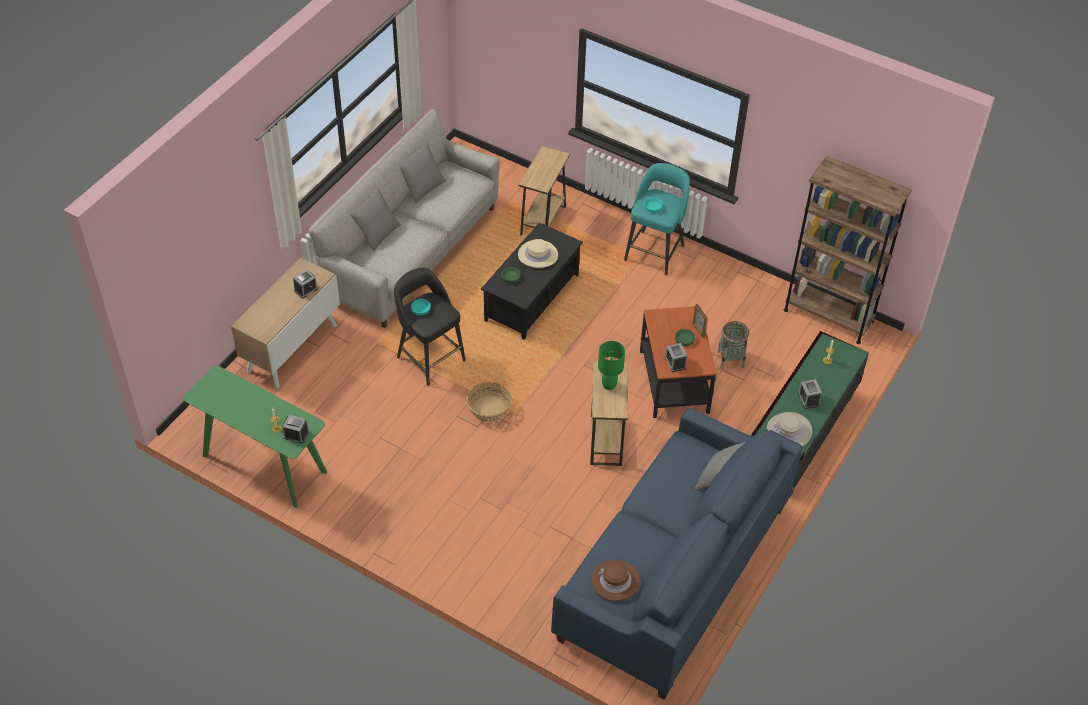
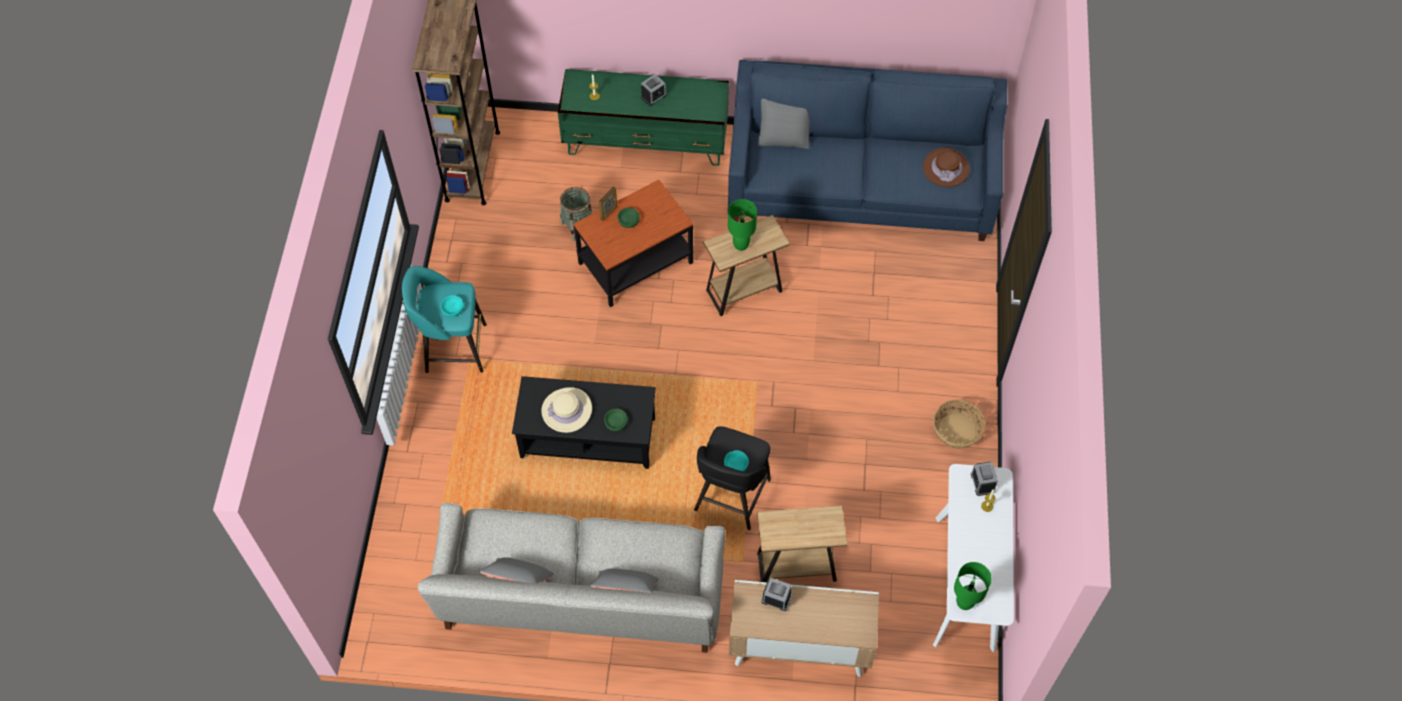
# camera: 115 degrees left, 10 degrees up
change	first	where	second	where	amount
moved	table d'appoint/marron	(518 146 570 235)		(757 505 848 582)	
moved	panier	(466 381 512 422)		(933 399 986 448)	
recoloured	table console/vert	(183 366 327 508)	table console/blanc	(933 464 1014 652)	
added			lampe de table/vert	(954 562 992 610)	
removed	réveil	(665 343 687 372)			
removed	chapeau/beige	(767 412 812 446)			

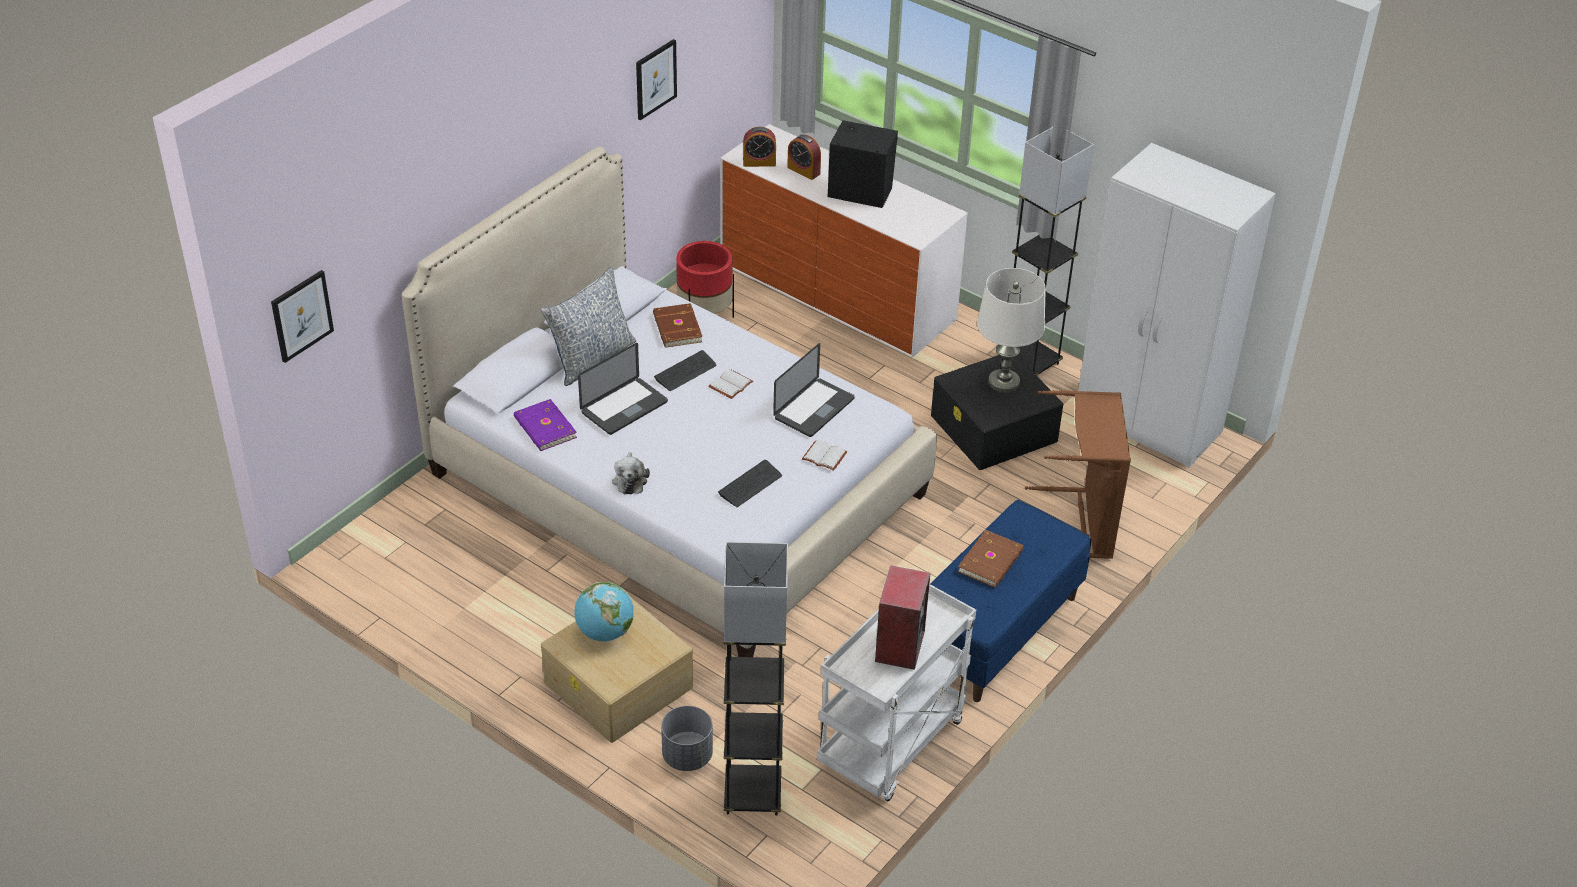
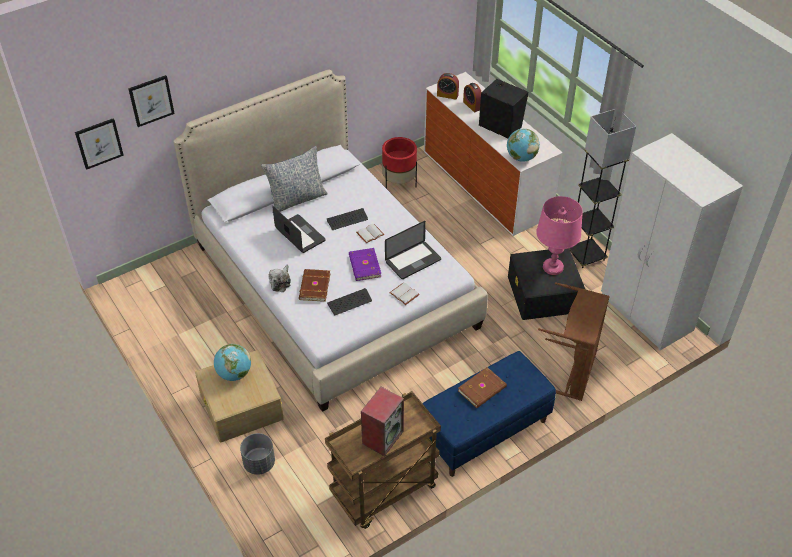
# camera: 20 degrees right, 5 degrees up
change	first	where	second	where	amount
moved	tableau	(636 39 677 120)		(128 75 175 127)	
turned	ordinateur portable	(578 343 668 435)		(272 206 326 253)	105 degrees counterclockwise
moved	livre/marron	(653 303 703 348)		(299 269 330 302)	
recoloured	chariot/blanc	(817 584 976 801)	chariot/marron	(325 391 441 529)	
moved	livre/violet	(514 399 577 451)		(349 248 381 281)	
added			globe	(507 129 540 162)	
recoloured	lampe de table/blanc	(977 268 1046 393)	lampe de table/rose	(536 196 583 275)	
removed	lampadaire/gris	(723 542 788 816)			

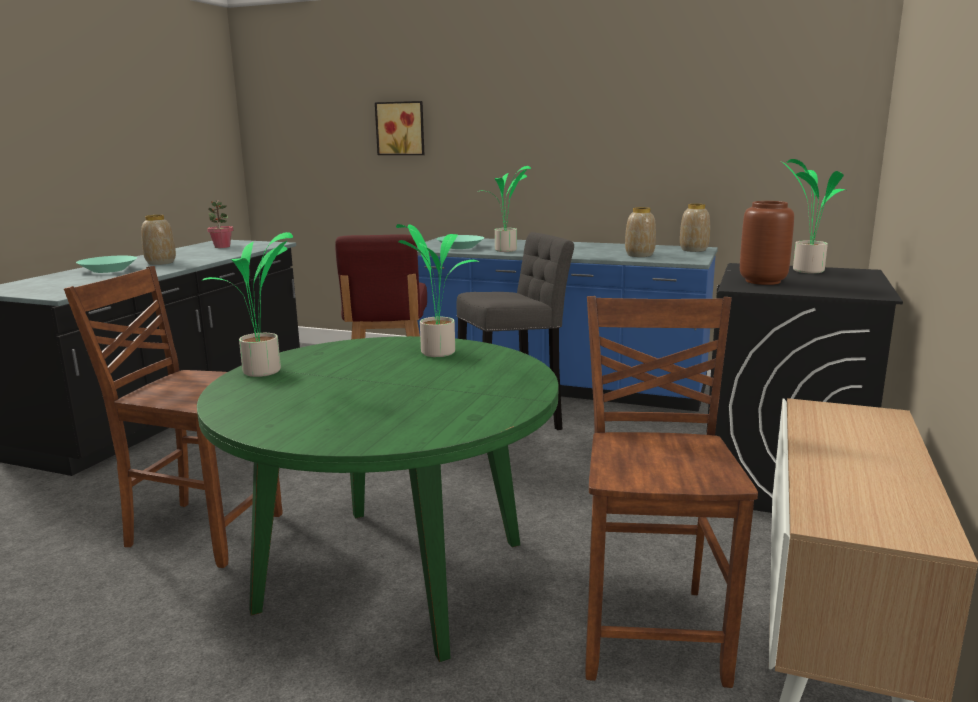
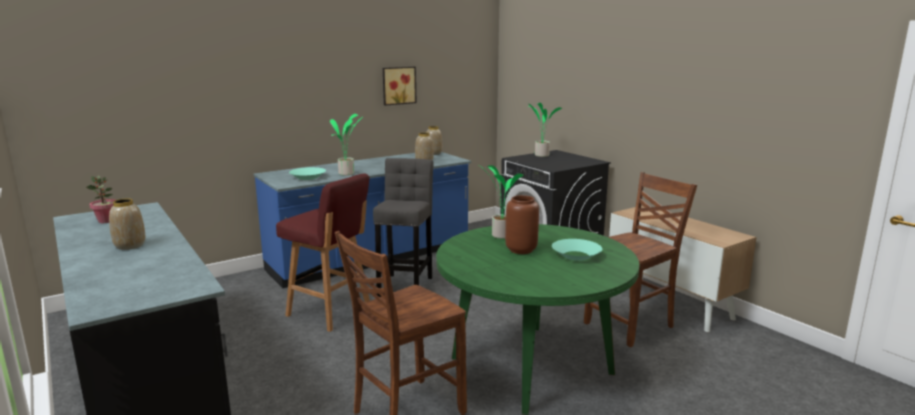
# camera: 55 degrees left, 0 degrees up
change	first	where	second	where	amount
moved	tableau	(375 101 424 155)		(383 67 417 106)	
moved	vase/marron	(740 201 794 285)		(505 195 539 254)	
moved	bol/turquoise	(76 256 137 273)		(552 239 602 261)	
turned	chaise/marron	(585 296 758 688)		(584 172 697 347)	105 degrees clockwise
removed	plante en pot	(203 232 293 377)			

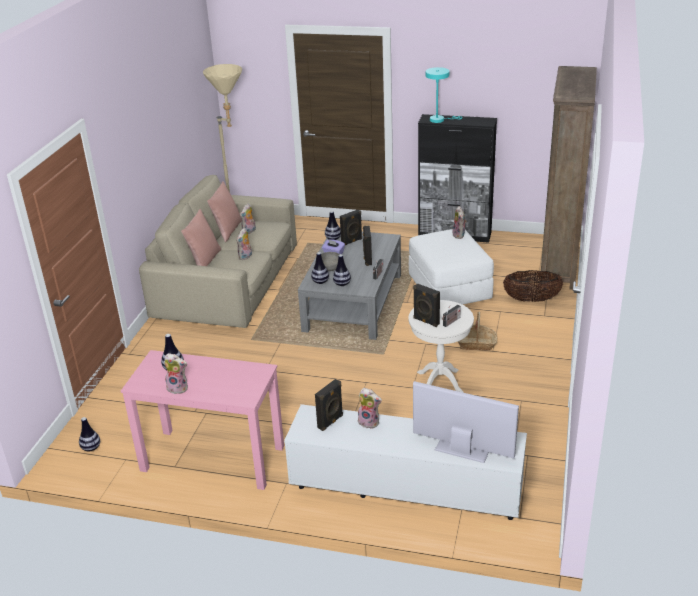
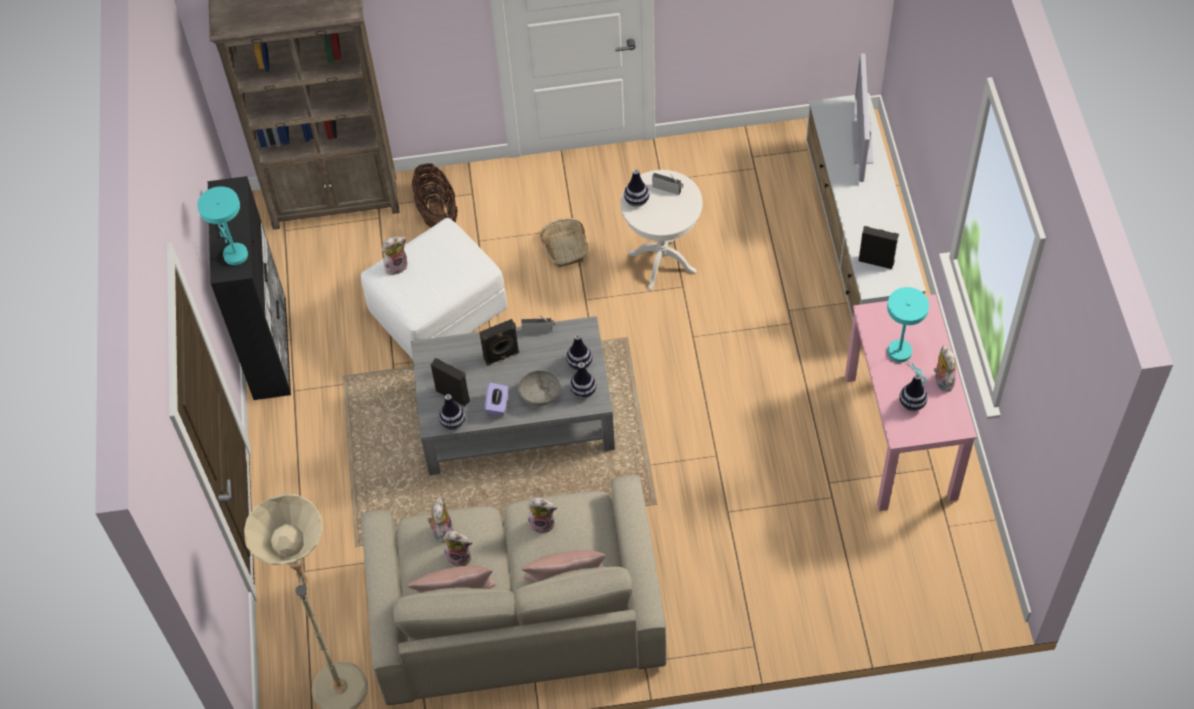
# camera: 110 degrees left, 25 degrees up
change	first	where	second	where	amount
moved	peluche	(358 388 382 429)		(427 496 453 543)	
moved	vase	(79 417 100 451)		(624 169 649 207)	
added			lampe de table/turquoise	(887 287 929 384)	
removed	enceinte/noir	(413 283 440 327)			

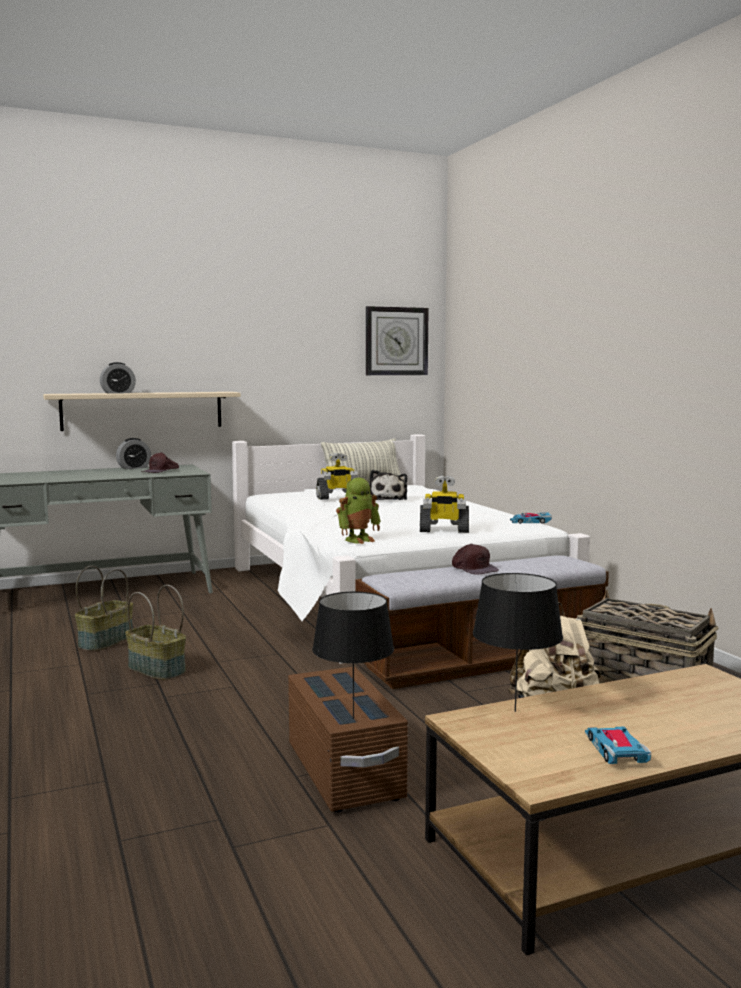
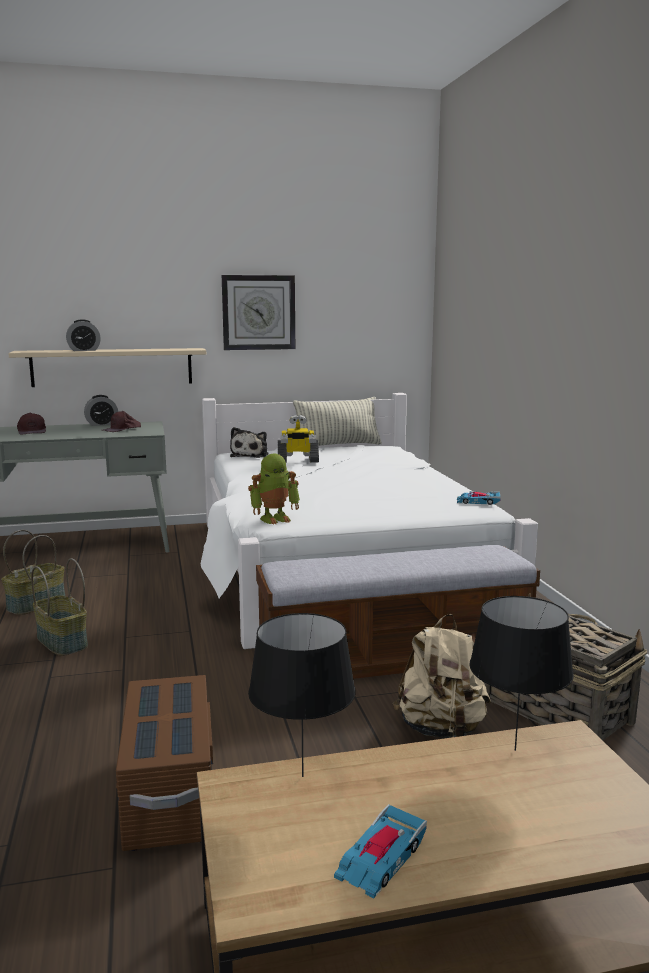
# camera: 10 degrees right, 5 degrees up
change	first	where	second	where	amount
moved	casquette/marron	(452 544 499 575)		(17 413 46 435)	
moved	horloge murale	(366 306 429 375)		(222 275 295 350)	
moved	peluche	(369 470 407 500)		(230 427 268 458)	
turned	petite voiture	(585 727 651 764)		(334 804 427 898)	150 degrees counterclockwise
moved	lampe de table/noir	(312 592 394 719)		(469 596 574 751)	
removed	robot jouet	(420 475 469 533)			

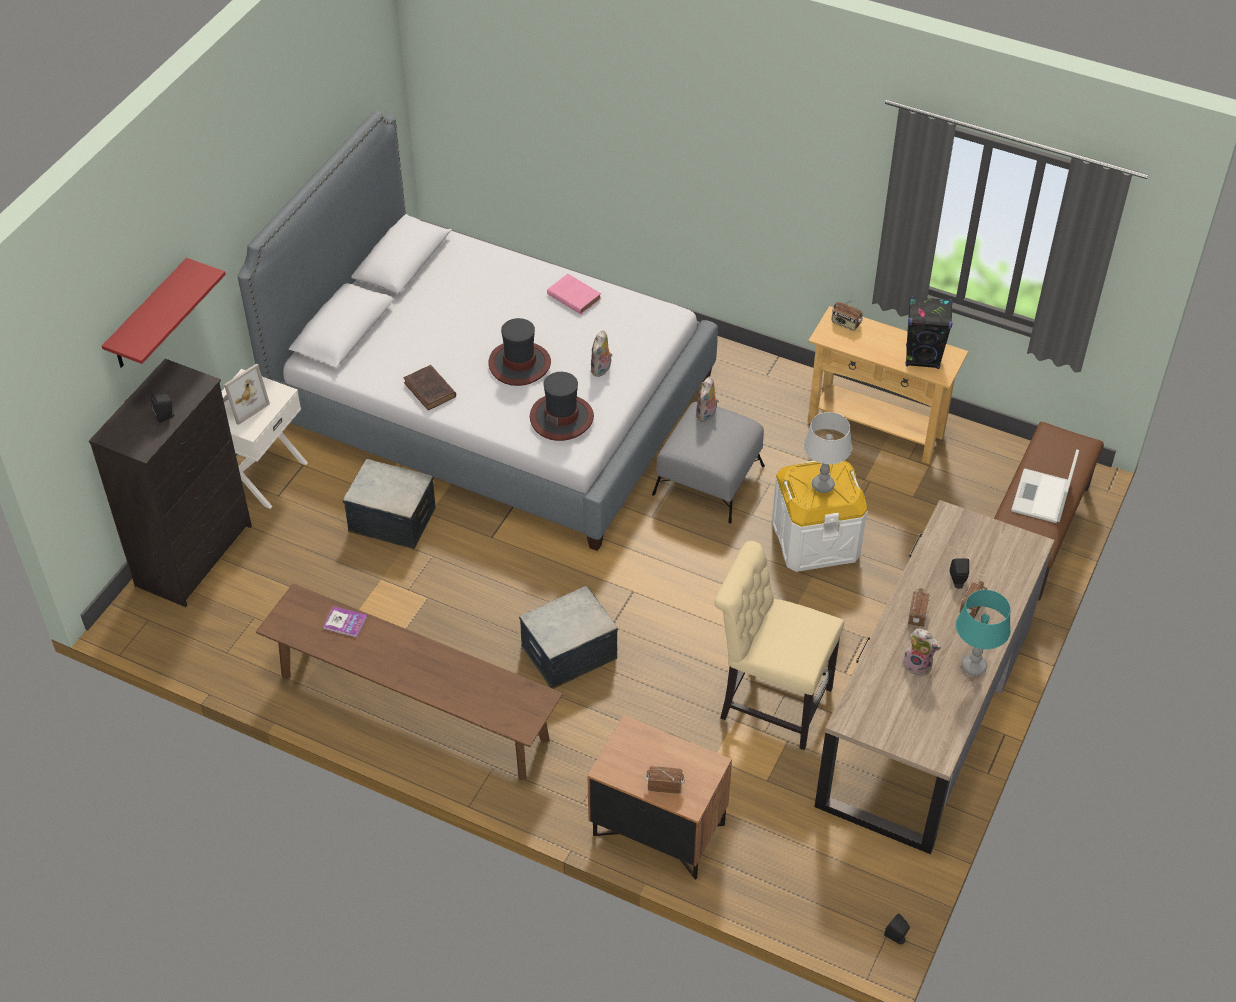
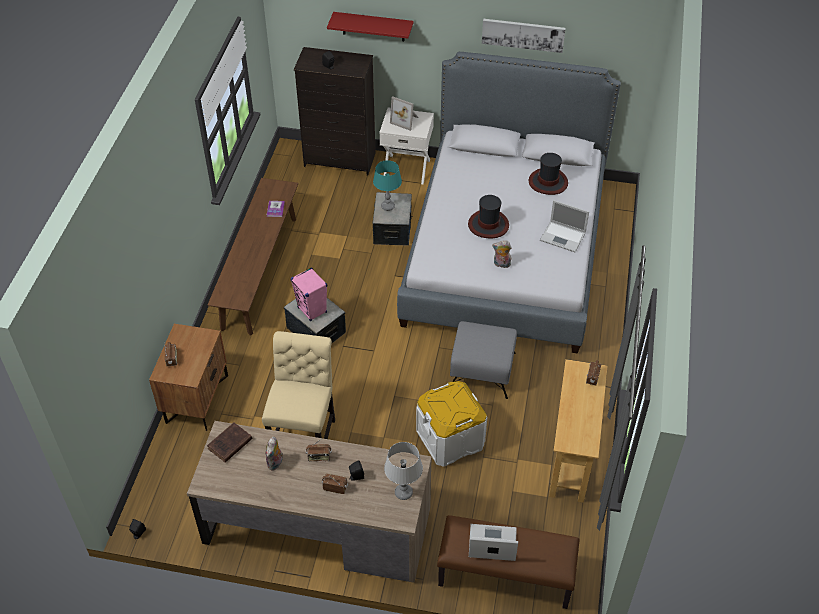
# camera: 75 degrees right, 0 degrees up
change	first	where	second	where	amount
moved	livre/marron	(404 365 456 410)		(207 423 252 463)	
added			enceinte/rose	(291 267 327 321)	
moved	lampe de table/turquoise	(956 590 1011 676)		(373 160 402 211)	
moved	lampe de table/gris	(804 412 852 493)		(384 442 423 500)	
added			tableau	(482 19 566 53)	
moved	chapeau	(530 372 594 441)		(528 153 568 195)	
replaced	livre/rose	(547 274 601 314)	ordinateur portable	(540 200 589 252)	
removed	peluche	(696 376 719 422)			
removed	enceinte/noir	(906 296 953 369)			

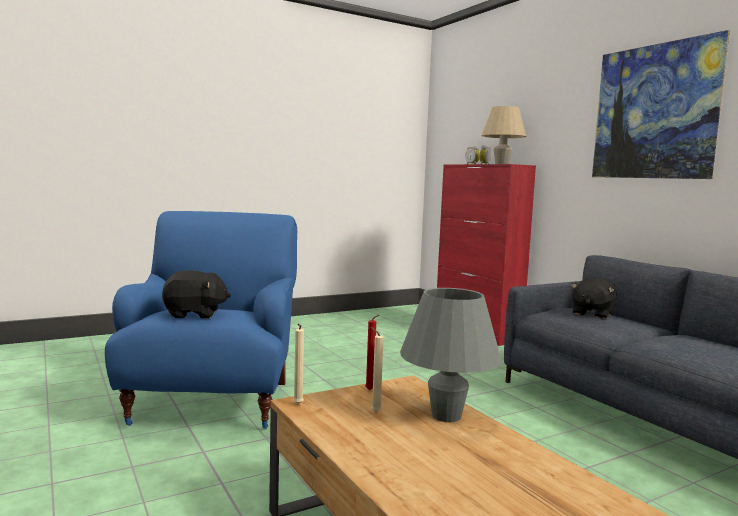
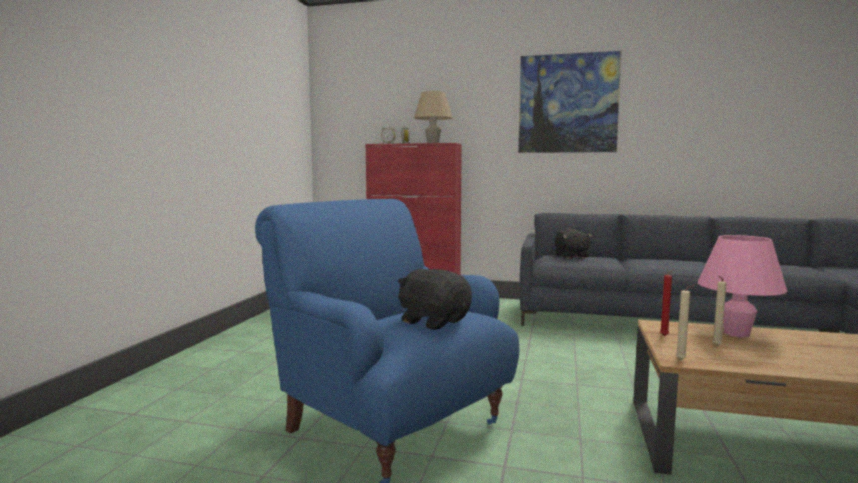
# camera: 45 degrees left, 0 degrees up
change	first	where	second	where	amount
turned	peluche/noir	(162 270 231 318)		(398 269 472 330)	90 degrees counterclockwise
recoloured	lampe de table/gris	(400 288 501 422)	lampe de table/rose	(698 235 787 337)	

